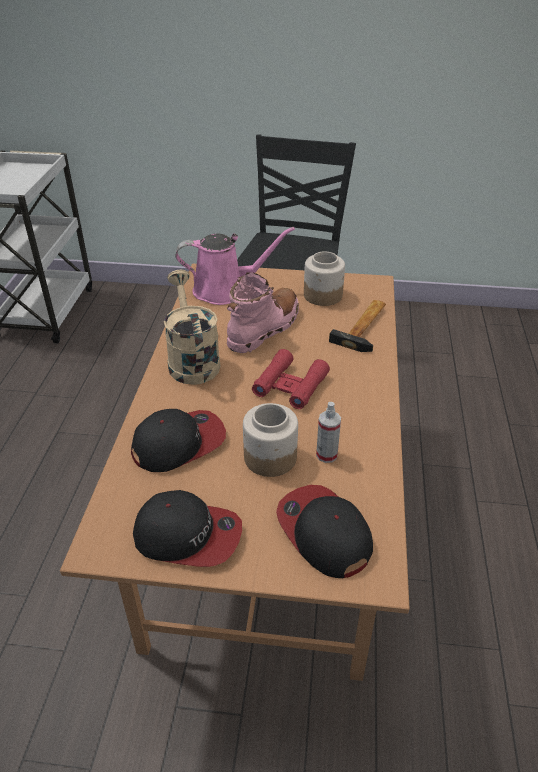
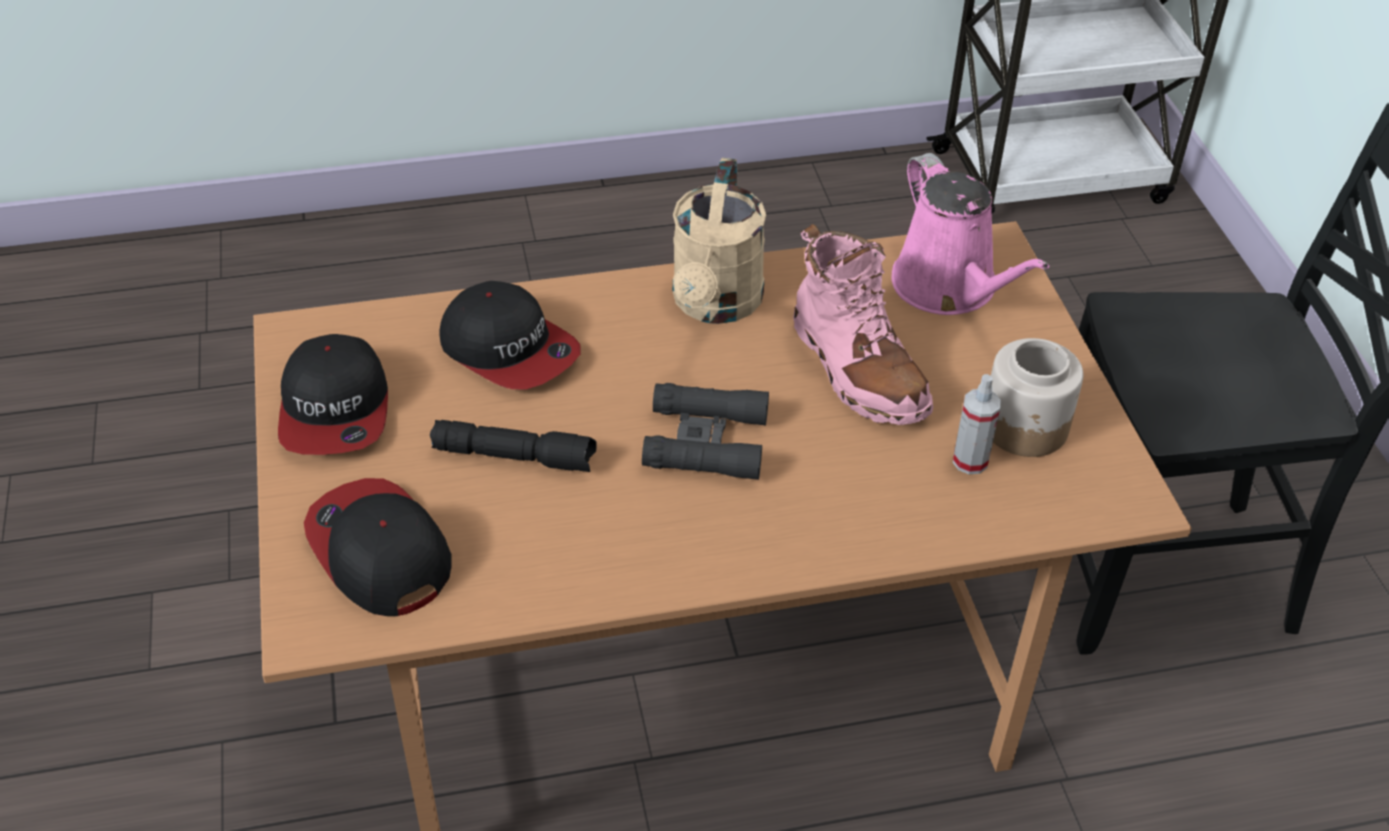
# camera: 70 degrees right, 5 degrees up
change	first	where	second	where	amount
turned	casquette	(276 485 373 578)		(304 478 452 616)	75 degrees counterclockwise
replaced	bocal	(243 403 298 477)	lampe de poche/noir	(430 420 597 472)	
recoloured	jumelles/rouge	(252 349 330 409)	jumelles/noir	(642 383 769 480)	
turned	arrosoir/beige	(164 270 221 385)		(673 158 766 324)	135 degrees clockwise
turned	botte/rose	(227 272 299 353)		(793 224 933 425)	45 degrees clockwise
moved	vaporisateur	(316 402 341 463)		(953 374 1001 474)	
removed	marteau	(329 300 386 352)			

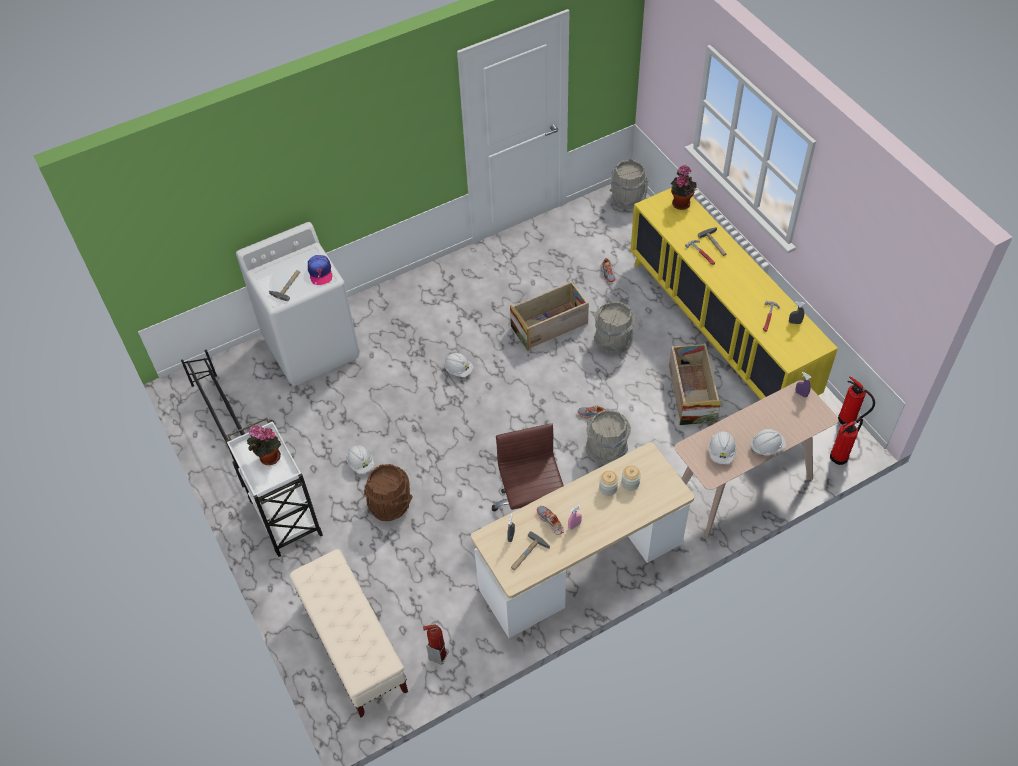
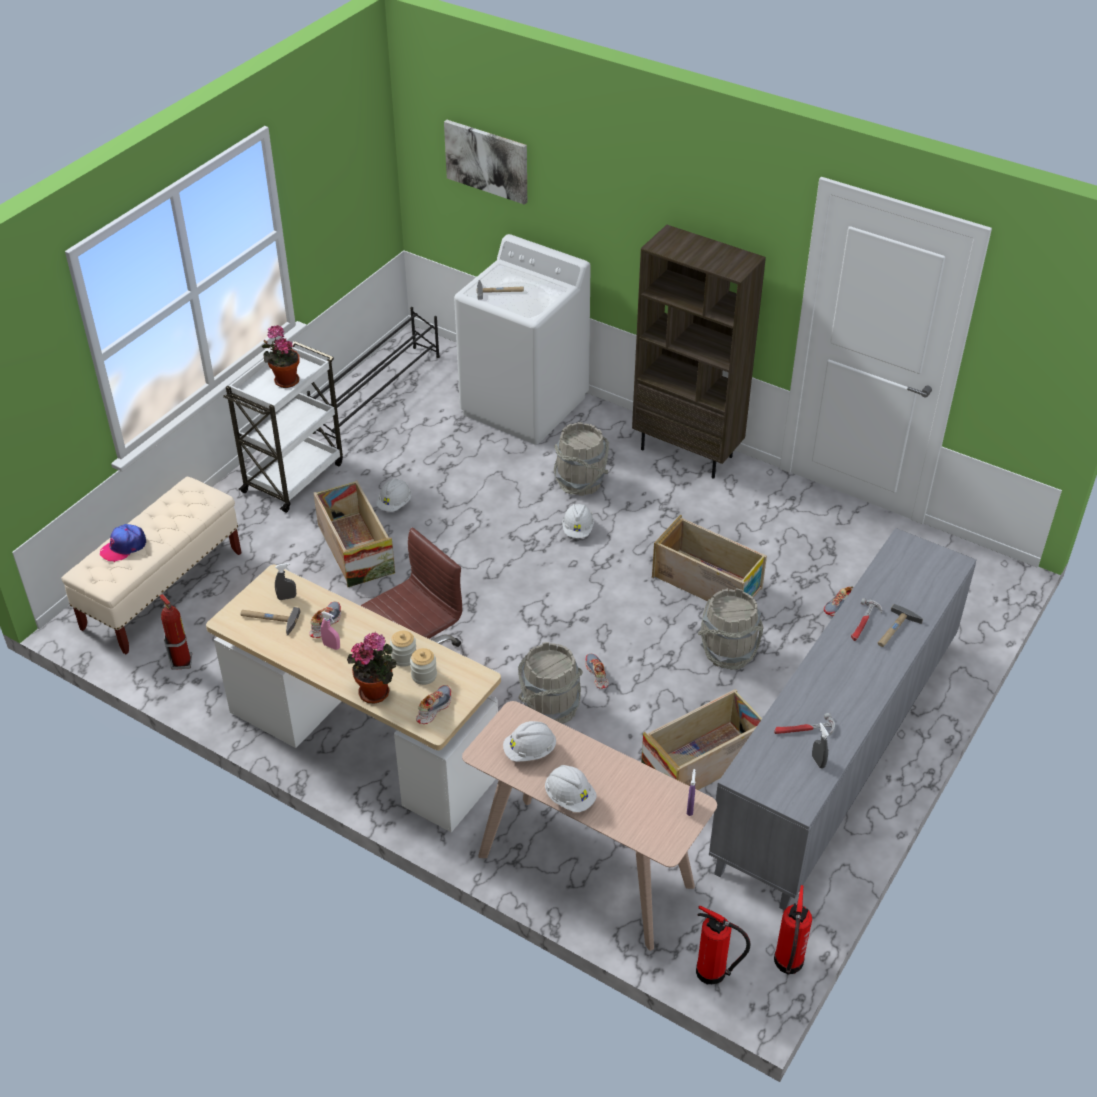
# camera: 60 degrees right, 10 degrees down
change	first	where	second	where	amount
moved	casquette	(308 255 333 285)		(100 524 146 562)	
replaced	seau/marron	(364 464 413 521)	caisse	(314 480 395 587)	
moved	plante en pot	(671 165 697 210)		(347 632 397 703)	
added			chaussure	(416 685 451 724)	
added			tableau	(444 120 527 205)	
moved	seau/gris	(610 159 649 210)		(554 422 609 496)	
added			bibliothèque/marron	(632 225 766 479)	
recoloured	meuble de rangement/jaune	(630 188 838 400)	meuble de rangement/gris	(709 528 976 910)	

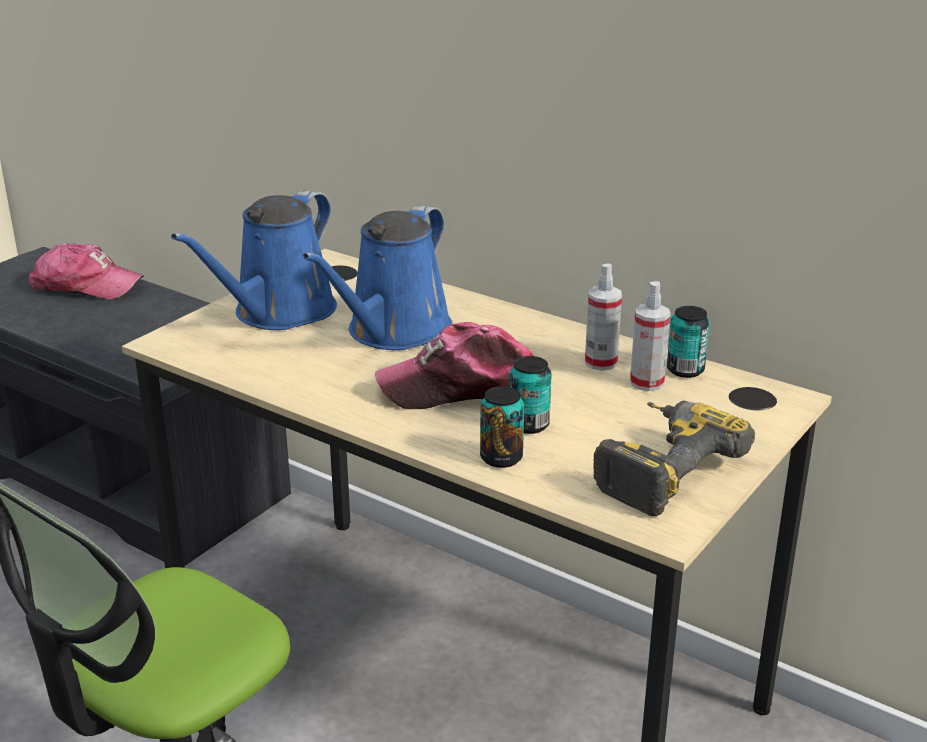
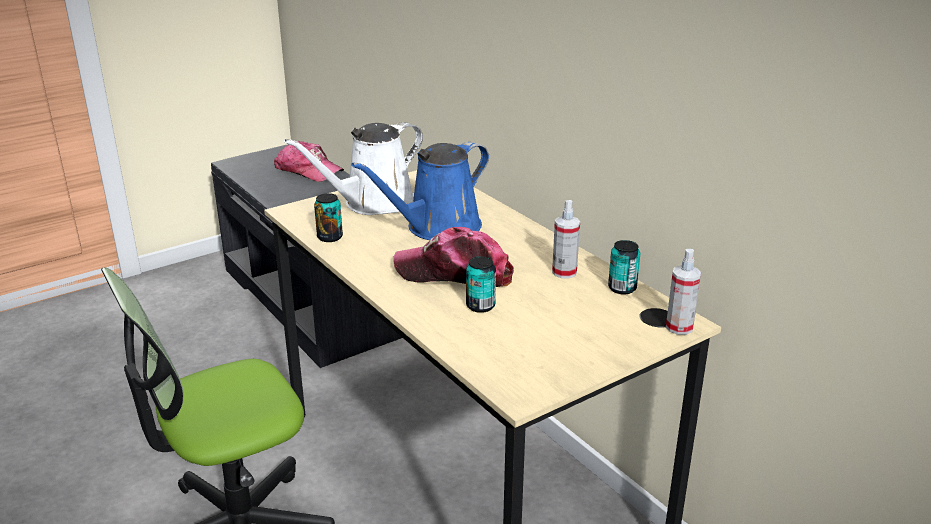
# camera: 20 degrees right, 0 degrees up
change	first	where	second	where	amount
recoloured	arrosoir/bleu	(171 191 337 330)	arrosoir/blanc	(284 122 423 215)	
moved	boîte métallique	(480 386 524 468)		(314 193 343 242)	
moved	vaporisateur	(630 281 670 391)		(666 249 701 335)	
removed	perceuse	(593 400 755 516)			

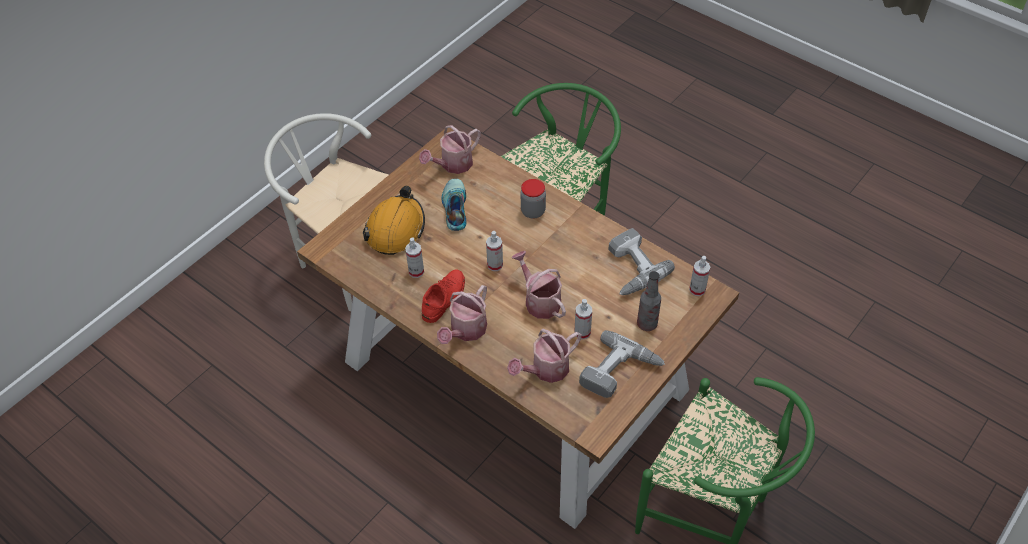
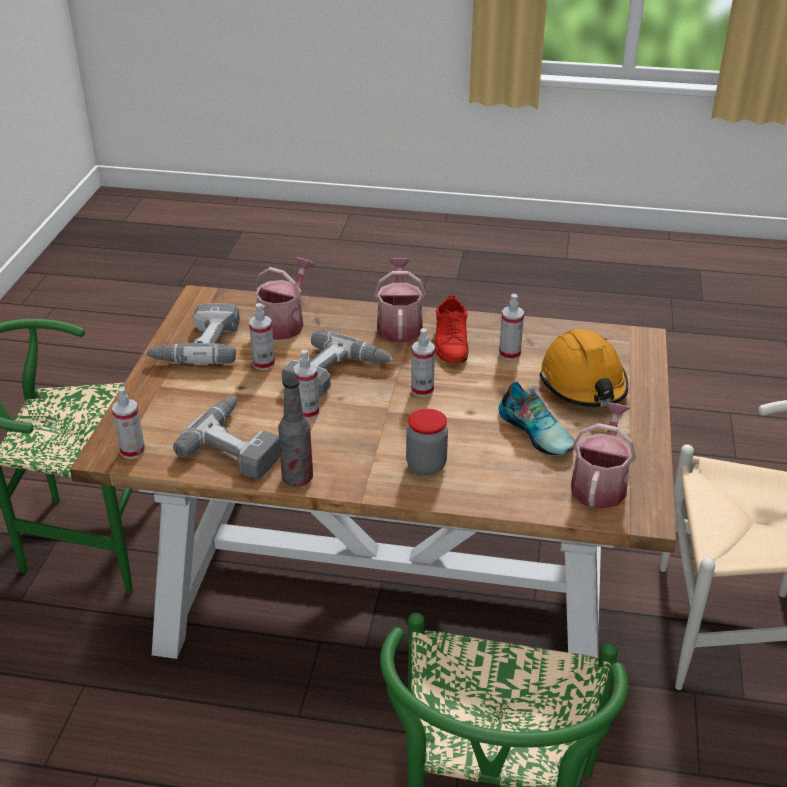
# camera: 150 degrees right, 15 degrees down
change	first	where	second	where	amount
moved	bouteille	(637 271 661 331)		(278 377 313 486)	
replaced	arrosoir	(512 251 566 319)	perceuse	(282 330 393 398)	
added			vaporisateur	(294 349 319 420)	

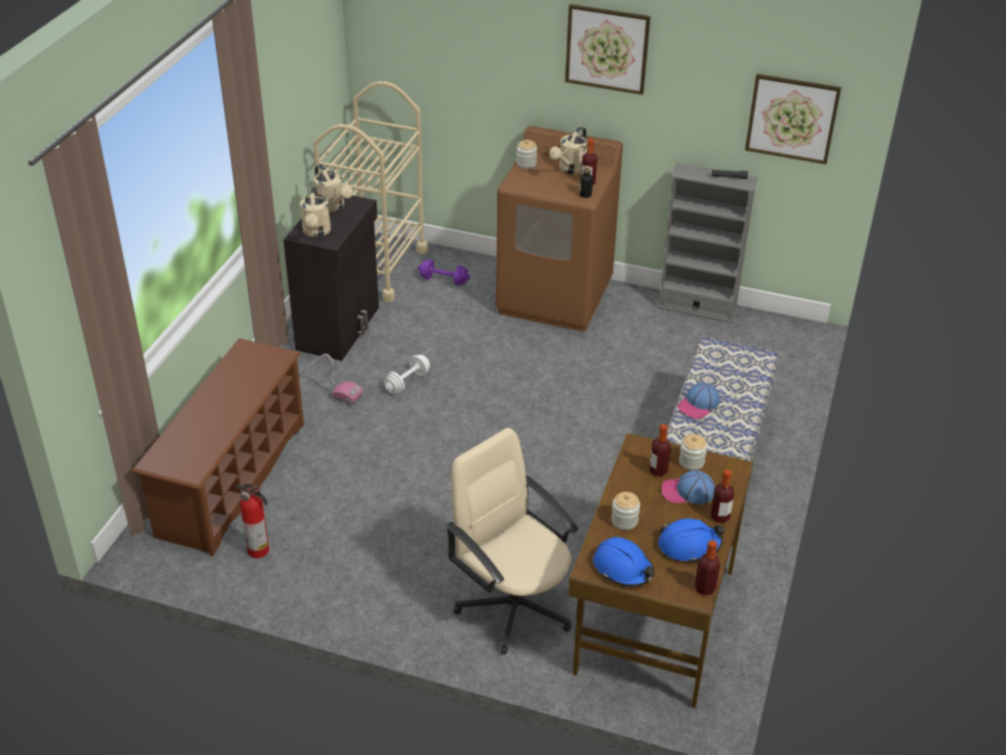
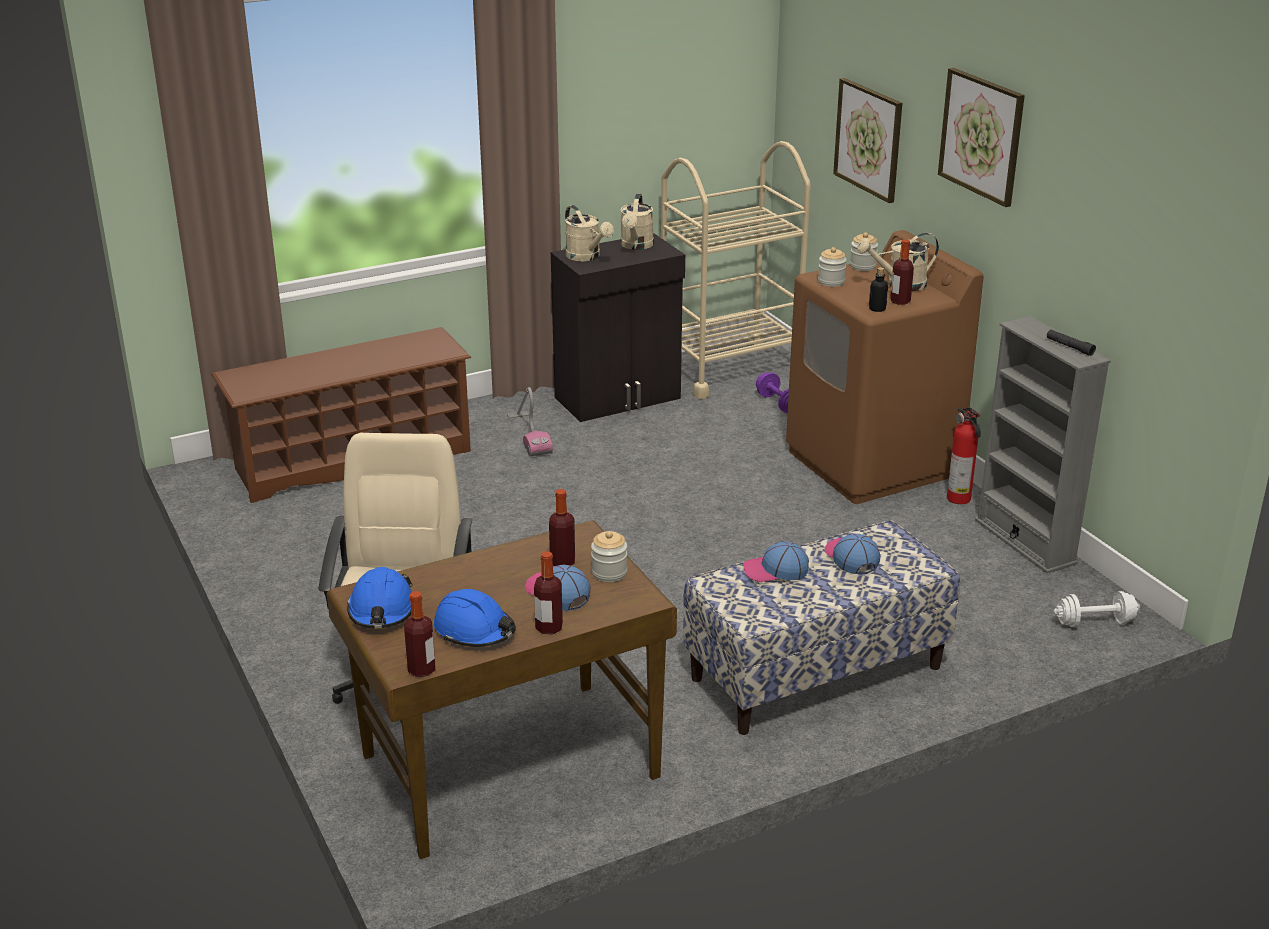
# camera: 45 degrees right, 10 degrees down
change	first	where	second	where	amount
turned	arrosoir/beige	(300 186 331 237)		(565 205 614 261)	75 degrees counterclockwise
moved	bocal	(611 492 640 530)		(818 247 847 287)	
added			casquette	(825 534 880 574)	
moved	tableau	(745 74 841 164)		(833 78 902 203)	
moved	extincteur	(236 484 269 558)		(947 407 981 504)	
moved	haltère/blanc	(384 355 430 393)		(1054 591 1140 627)	

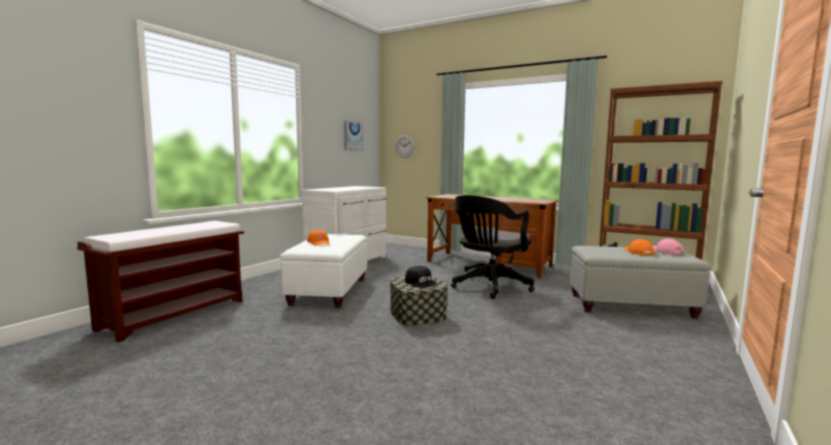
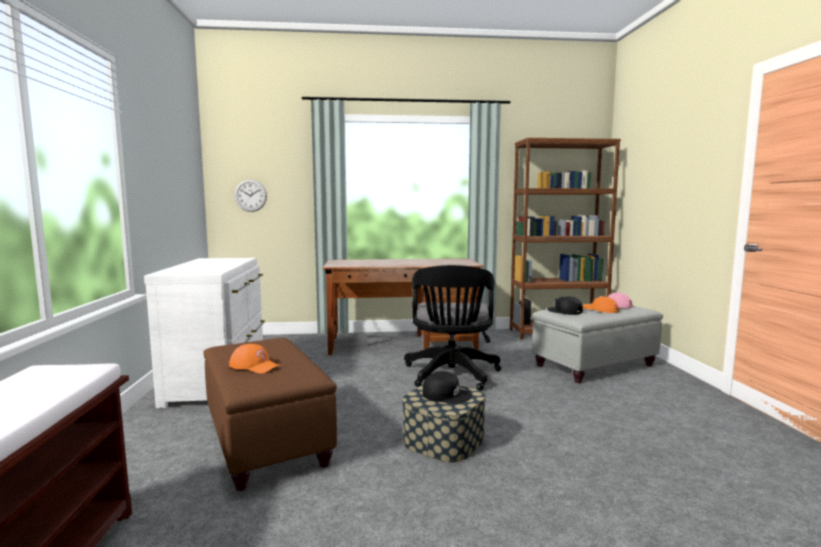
# camera: 35 degrees left, 0 degrees up
change	first	where	second	where	amount
recoloured	pouf/blanc	(280 234 367 308)	pouf/marron	(203 338 337 491)	
added			casquette/noir	(547 296 583 315)	
removed	tableau	(344 121 363 151)			

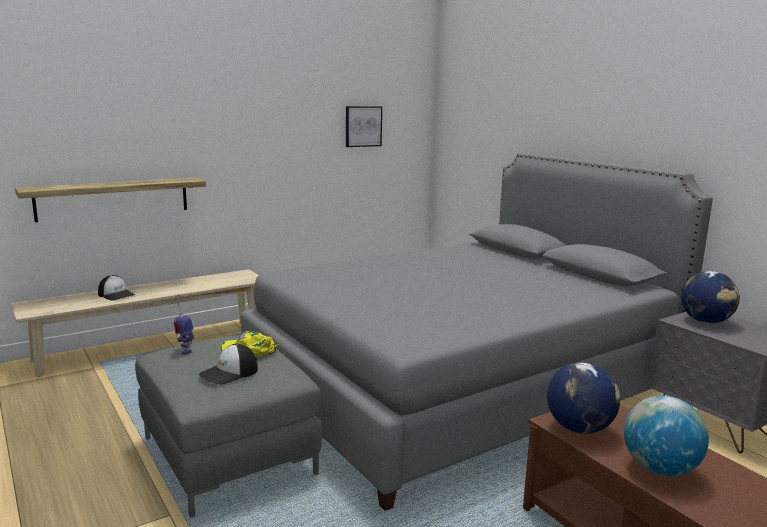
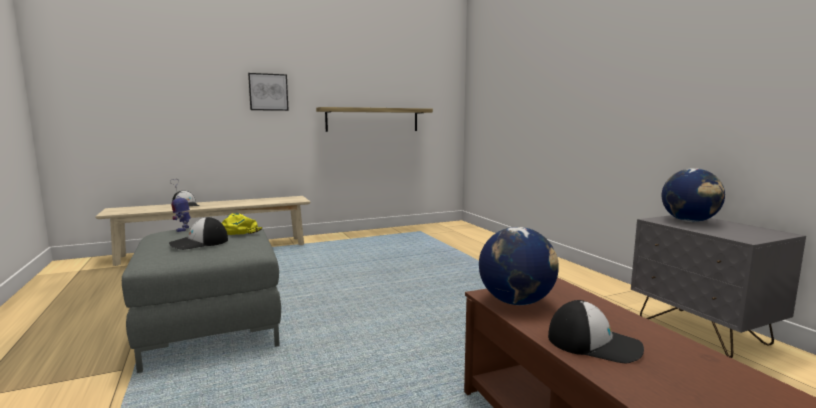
# camera: 10 degrees right, 5 degrees down
change	first	where	second	where	amount
moved	tableau	(346 106 382 147)		(248 73 289 111)	
moved	étagère	(15 177 206 222)		(316 107 433 132)	
replaced	globe	(624 395 709 476)	casquette	(548 300 644 364)	
removed	lit/gris	(241 153 713 511)			

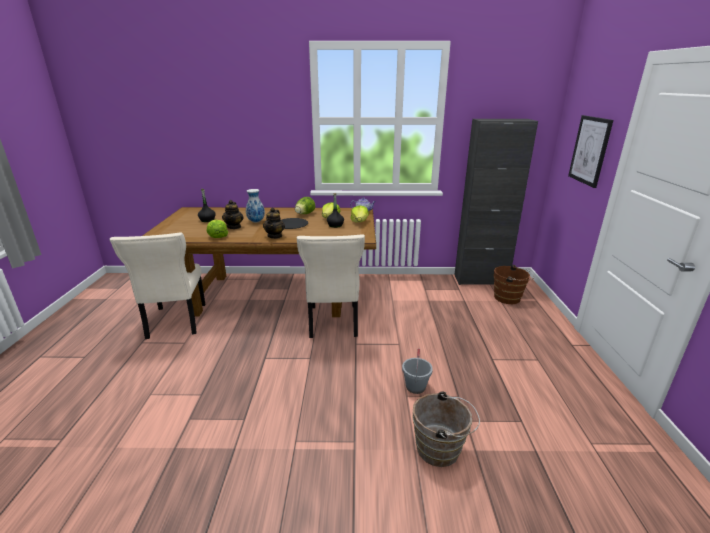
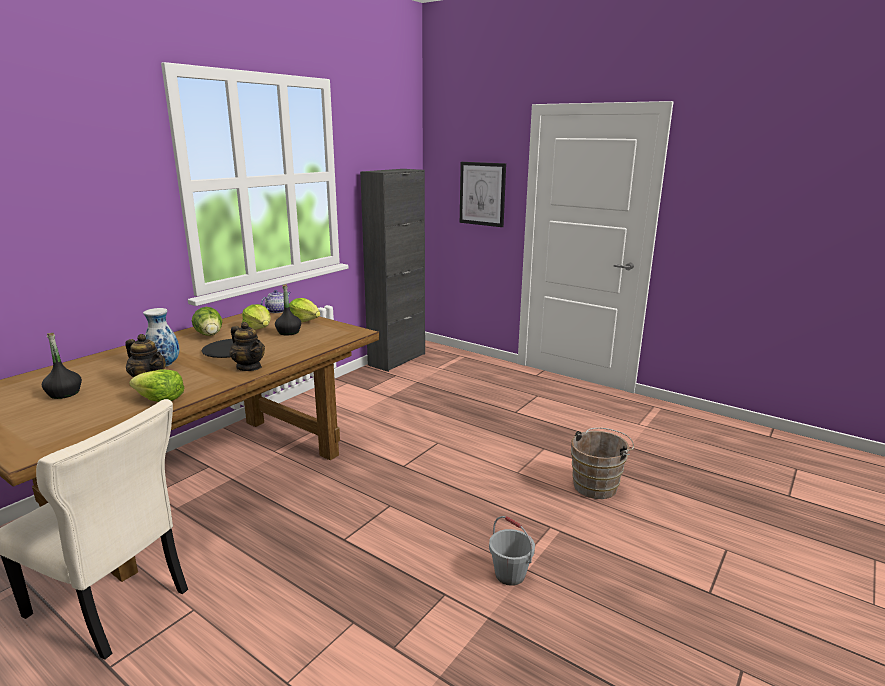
# camera: 55 degrees left, 5 degrees down
change	first	where	second	where	amount
moved	seau/gris	(402 348 433 394)		(489 516 535 586)	
removed	chaise/beige	(297 234 365 338)			
removed	seau/marron	(494 265 534 304)			

